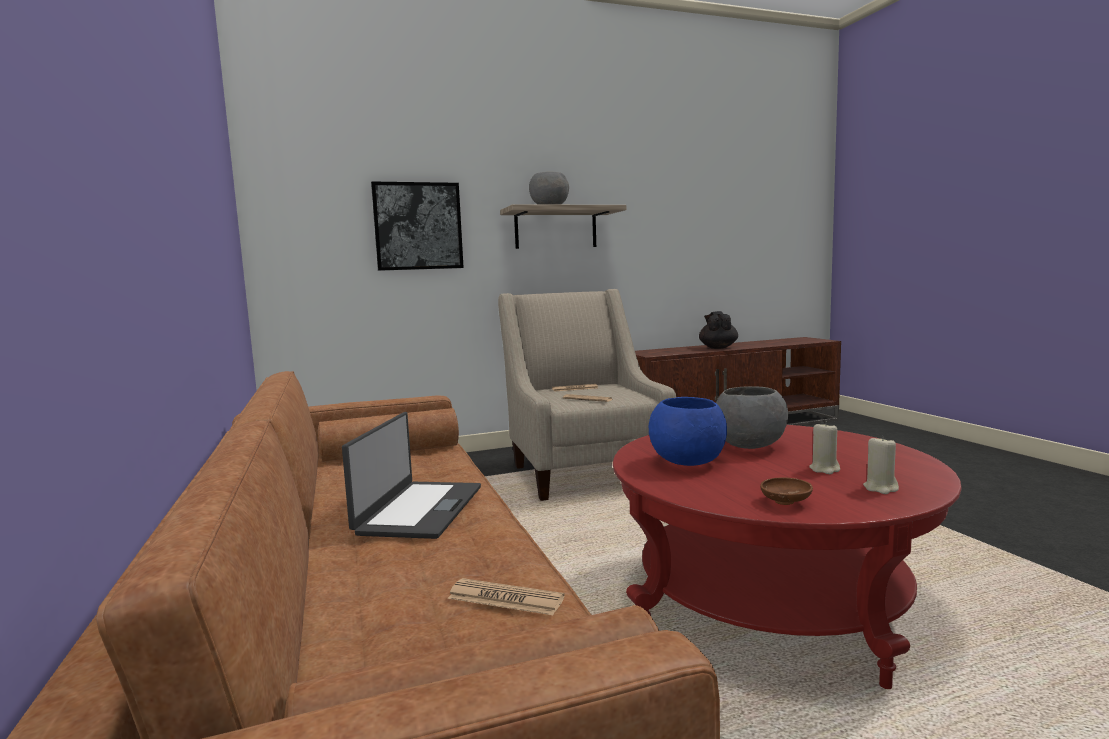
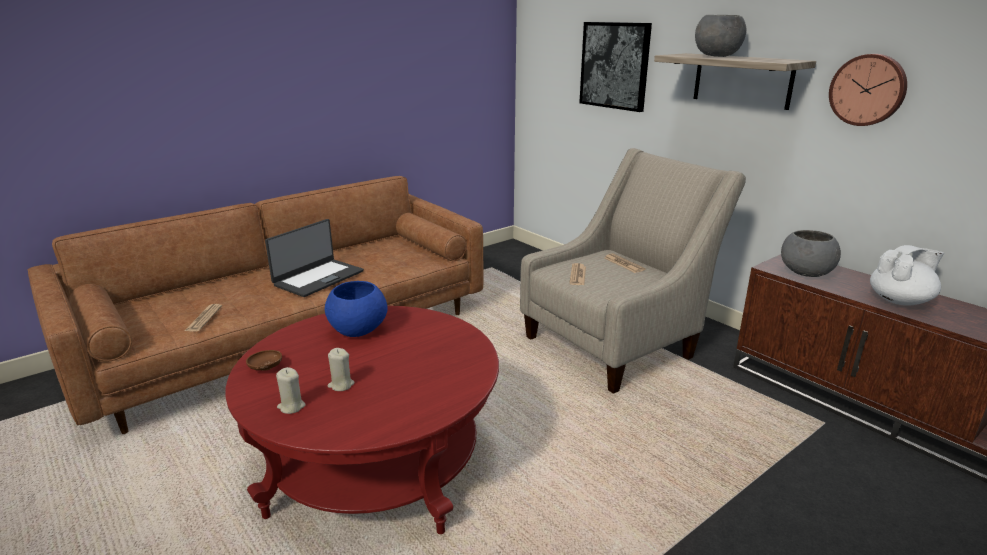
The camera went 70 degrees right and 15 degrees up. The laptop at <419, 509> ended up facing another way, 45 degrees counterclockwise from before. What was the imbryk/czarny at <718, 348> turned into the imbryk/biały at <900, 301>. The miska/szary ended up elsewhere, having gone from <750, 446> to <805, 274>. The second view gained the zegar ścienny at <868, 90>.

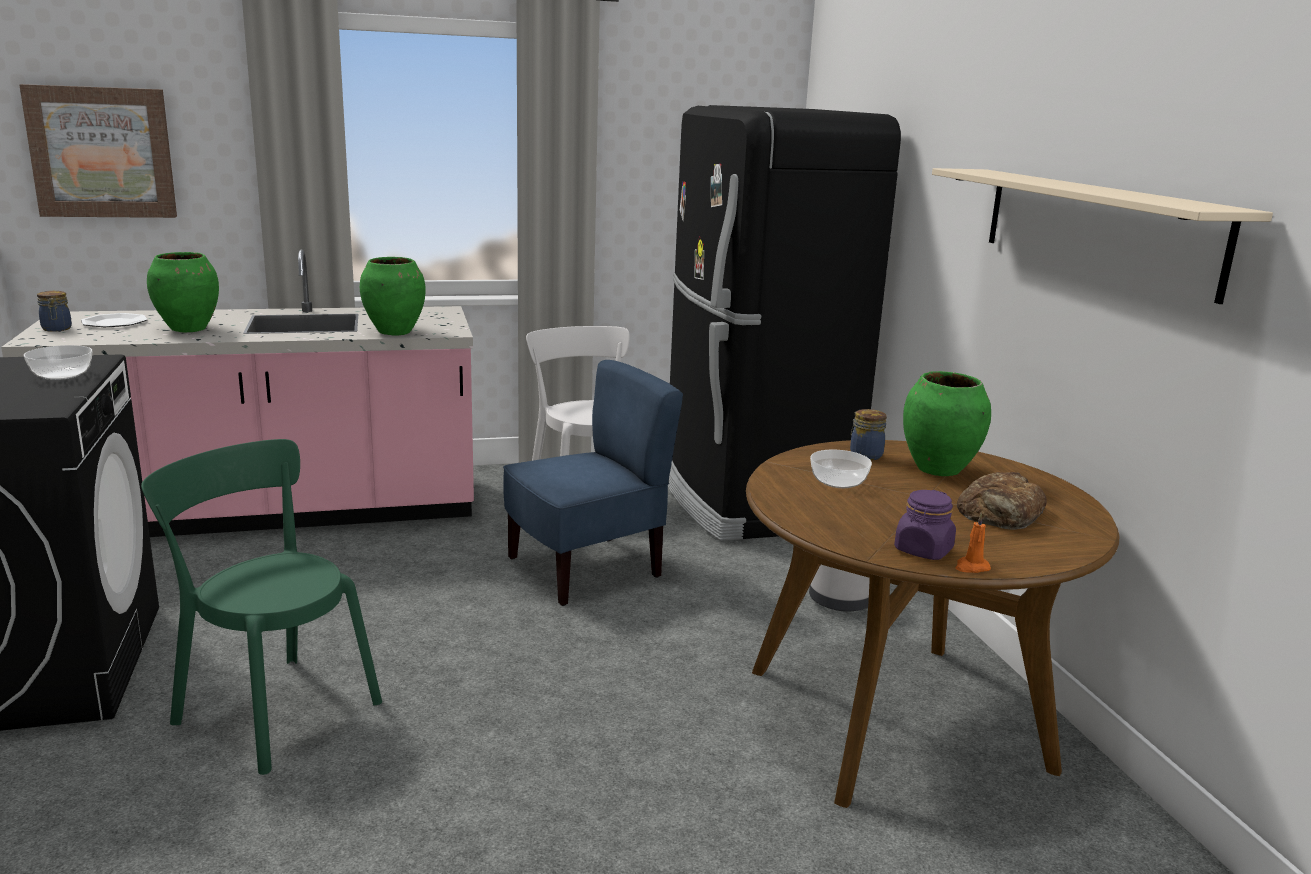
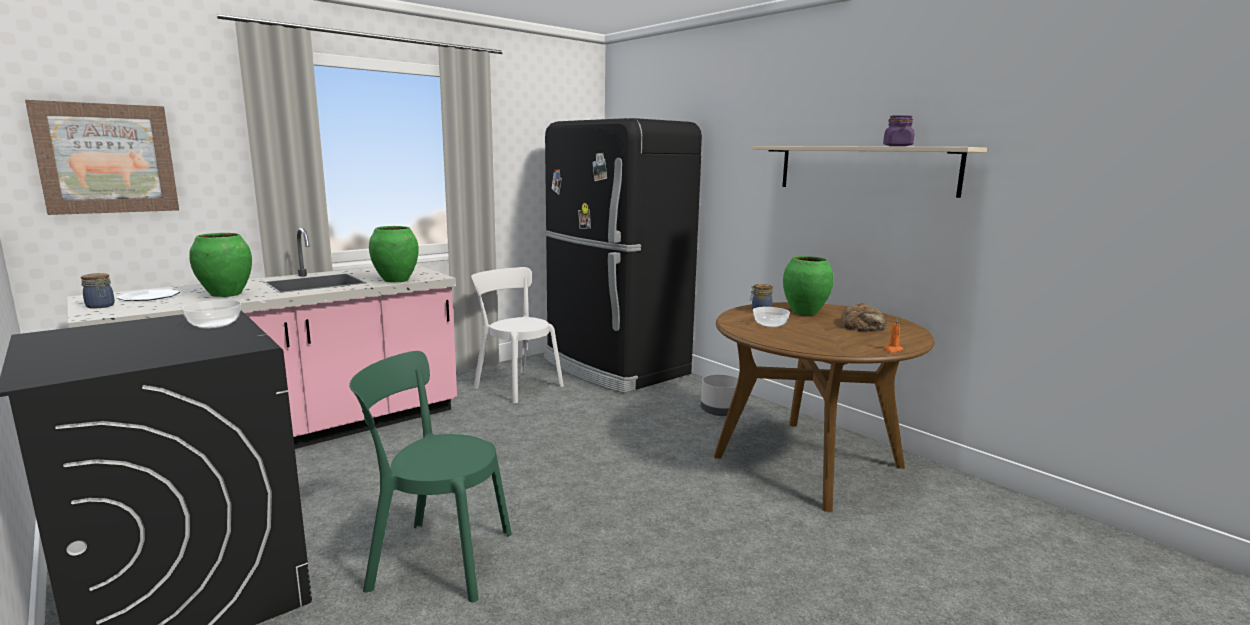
The camera went 25 degrees left and 5 degrees down. The second view lost the krzesło/niebieski at <585, 569>. The słoik/fioletowy ended up elsewhere, having gone from <923, 550> to <897, 146>.

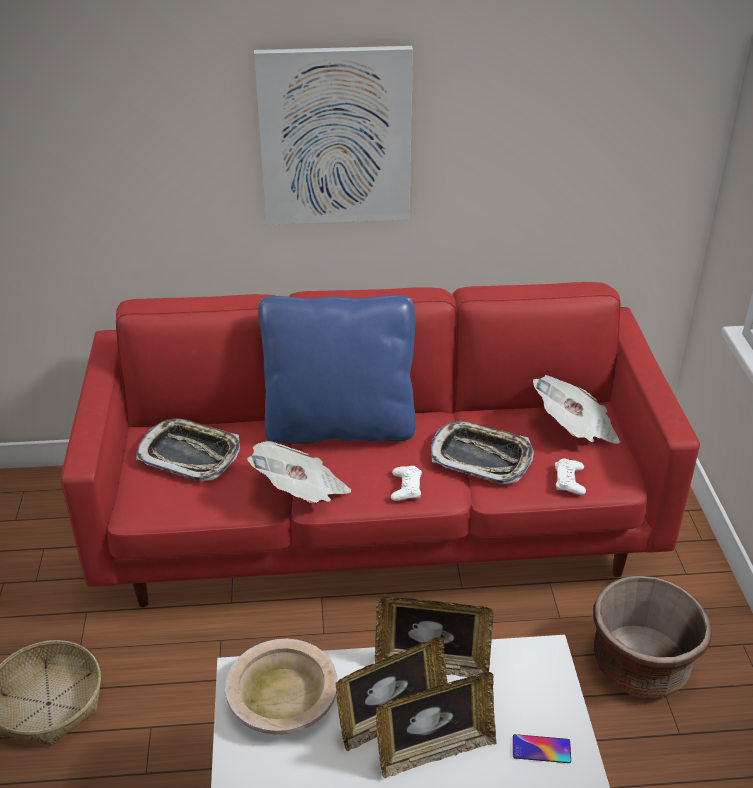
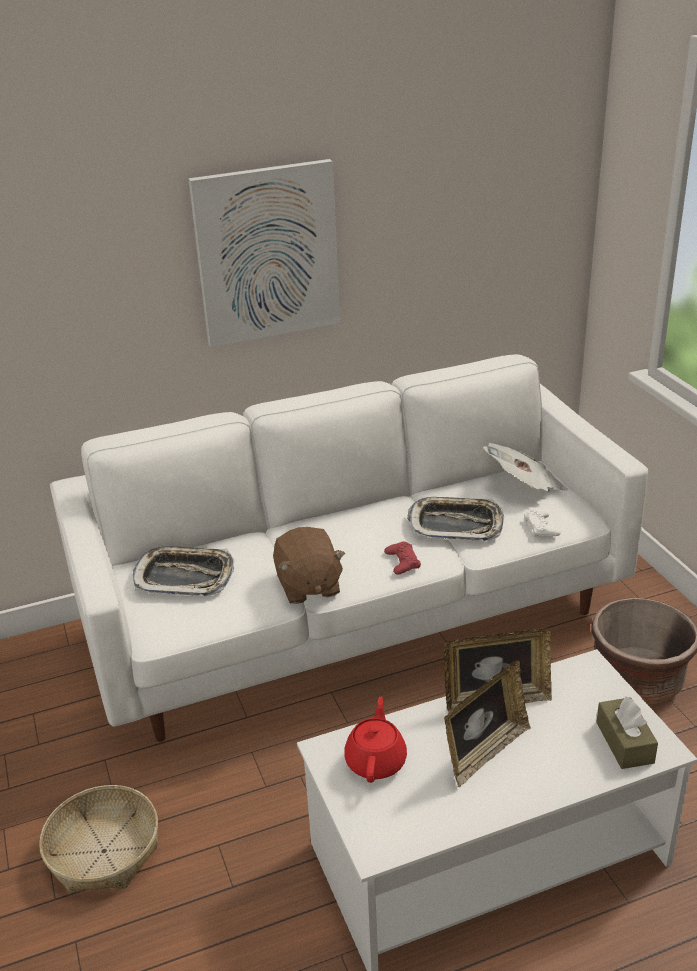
The camera went 15 degrees left and 5 degrees down. What was the kanapa/czerwony at <377, 527> turned into the kanapa/biały at <355, 622>. Where the miska/beżowy stood at <282, 699>, the imbryk/czerwony came to stand at <376, 761>. Where the gazeta stood at <301, 492>, the pluszak/brązowy came to stand at <308, 586>. The second view lost the poduszka/niebieski at <339, 427>. The second view lost the ramka na zdjęcie at <434, 750>. What was the pad do gier/biały at <406, 487> turned into the pad do gier/czerwony at <402, 562>. Where the telefon stood at <541, 749>, the pudełko chusteczek/brązowy came to stand at <624, 742>.

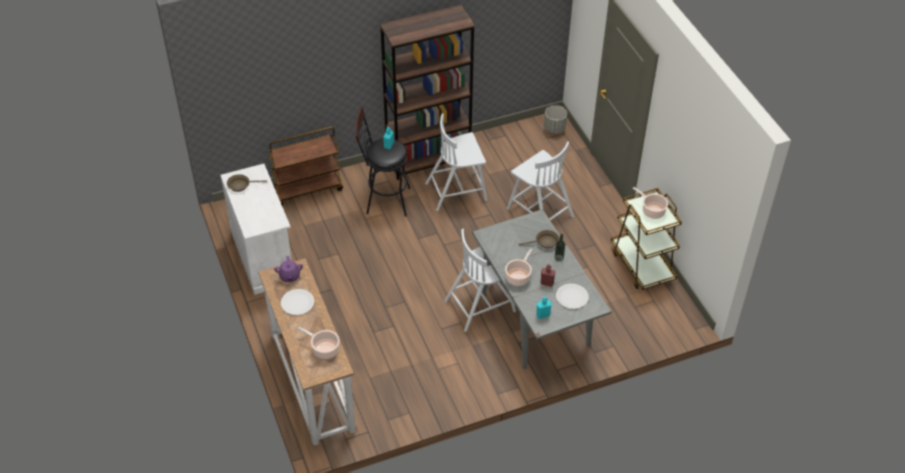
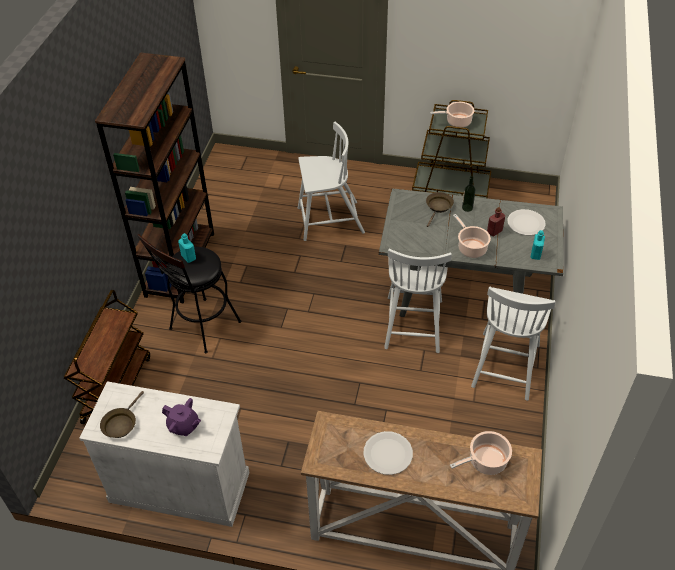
The camera went 55 degrees left and 0 degrees up. The imbryk/fioletowy ended up elsewhere, having gone from <289, 276> to <183, 426>. The krzesło/biały ended up elsewhere, having gone from <457, 191> to <505, 364>. The second view lost the donica/szary at <554, 128>.

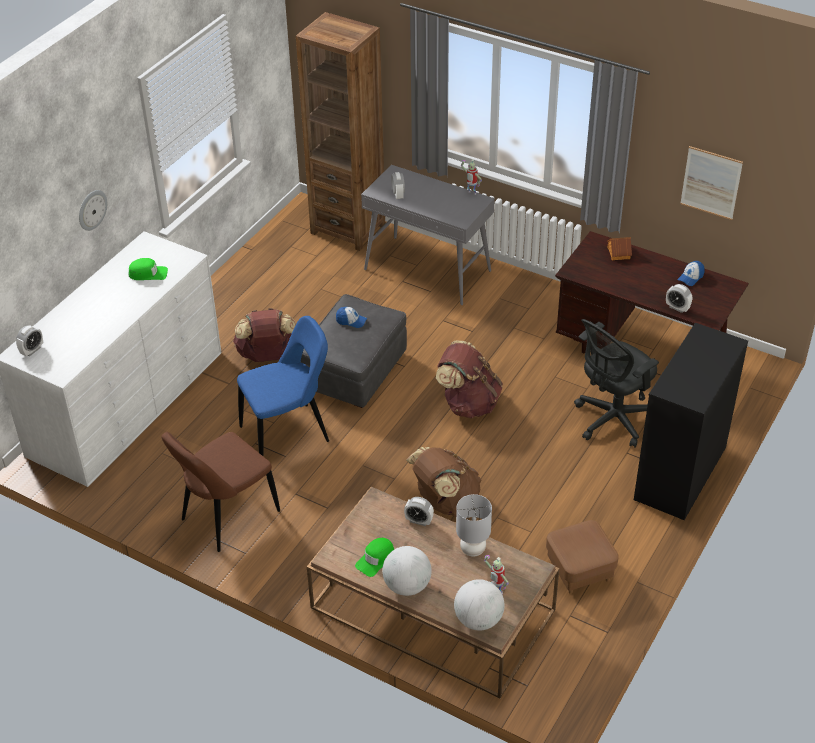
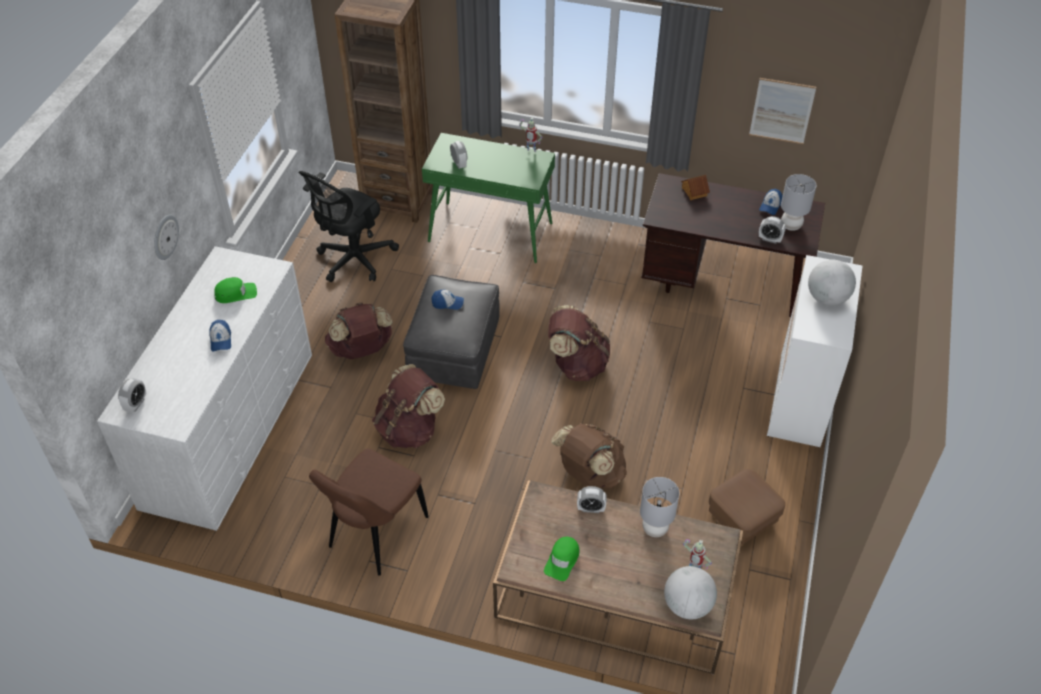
The camera went 15 degrees left and 5 degrees up. Where the krzesło/niebieski stood at <289, 433>, the plecak/brązowy came to stand at <409, 429>. What was the stolik konsolowy/szary at <428, 270> turned into the stolik konsolowy/zielony at <491, 232>. The globus ended up elsewhere, having gone from <407, 586> to <827, 298>. The krzesło biurowe/czarny ended up elsewhere, having gone from <613, 420> to <353, 260>. What was the komoda/czarny at <680, 473> turned into the komoda/biały at <799, 400>. The second view gained the czapka z daszkiem at <221, 340>. The second view gained the lampa stołowa/szary at <791, 225>.

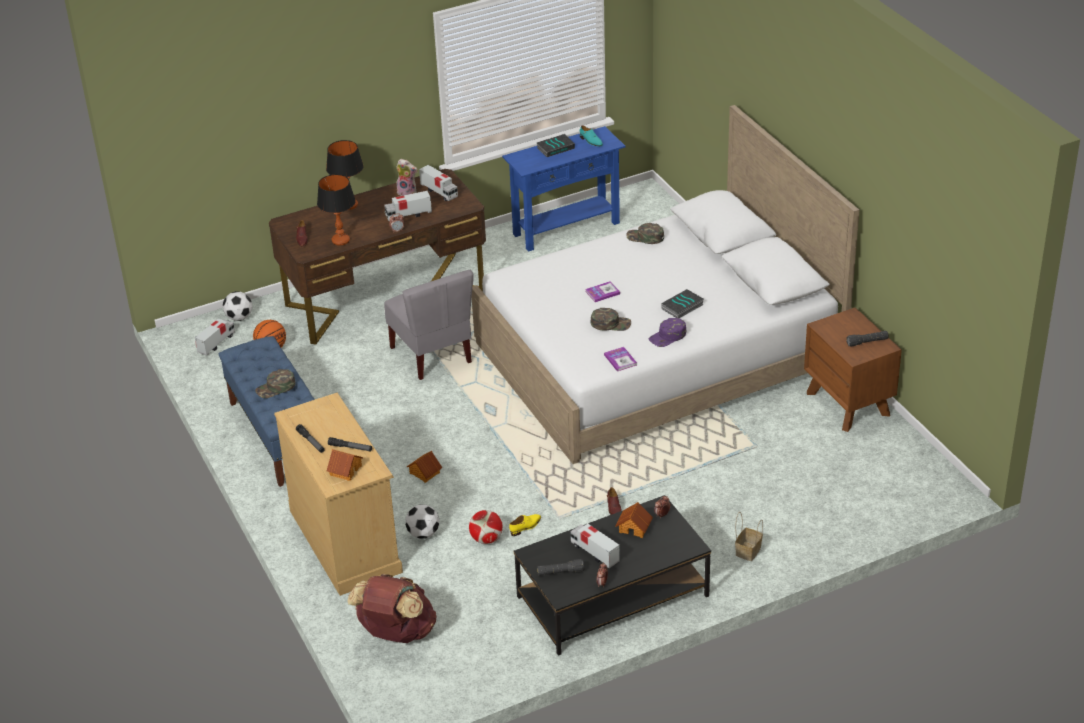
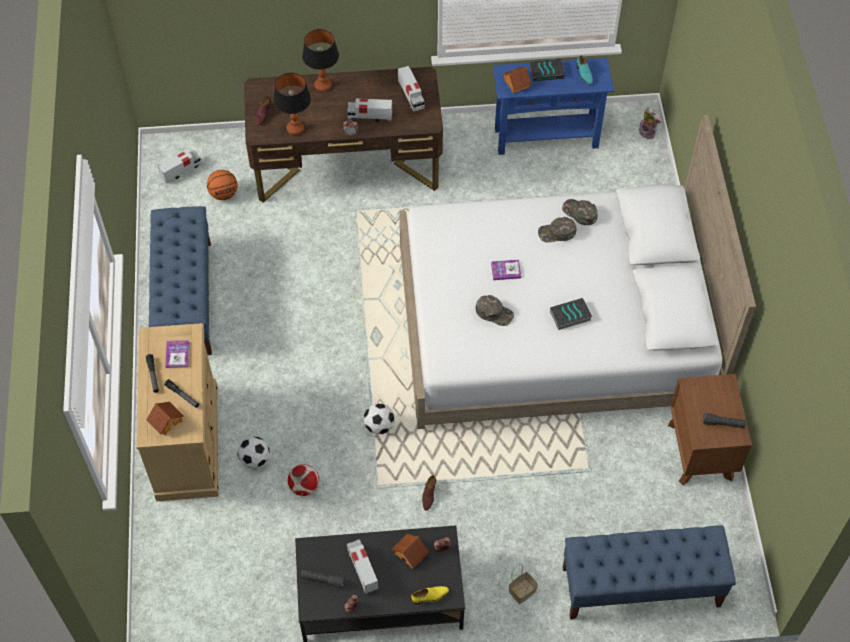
The camera went 20 degrees right and 20 degrees up. The piłka futbolowa ended up elsewhere, having gone from <239, 317> to <379, 426>. The czapka z daszkiem/zielony ended up elsewhere, having gone from <276, 388> to <557, 233>. The second view lost the plecak/brązowy at <396, 633>. The second view lost the krzesło/szary at <432, 355>. The pluszak ended up elsewhere, having gone from <408, 193> to <648, 133>. The domek ended up elsewhere, having gone from <424, 473> to <516, 83>. The but/żółty ended up elsewhere, having gone from <525, 527> to <430, 596>. The książka ended up elsewhere, having gone from <620, 360> to <177, 354>. The second view lost the czapka z daszkiem/fioletowy at <668, 336>. The second view gained the ławka/niebieski at <640, 587>.

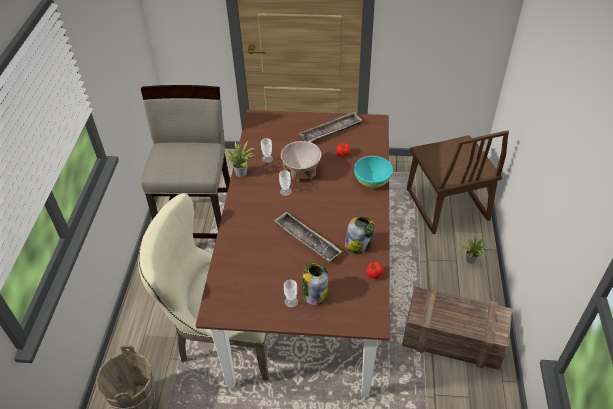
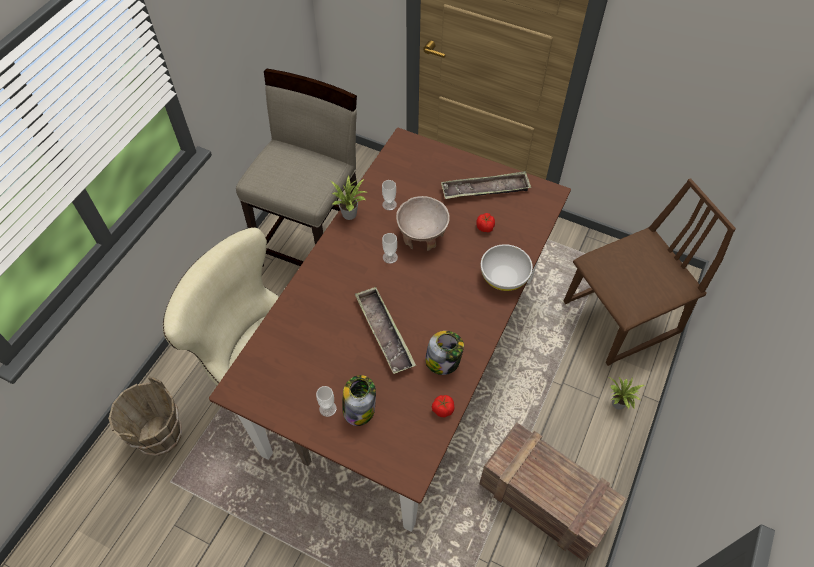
The camera went 20 degrees right and 10 degrees up. What was the miska/turkusowy at <372, 180> turned into the miska/biały at <504, 277>. The krzesło/brązowy at <446, 205> ended up facing another way, 120 degrees counterclockwise from before.

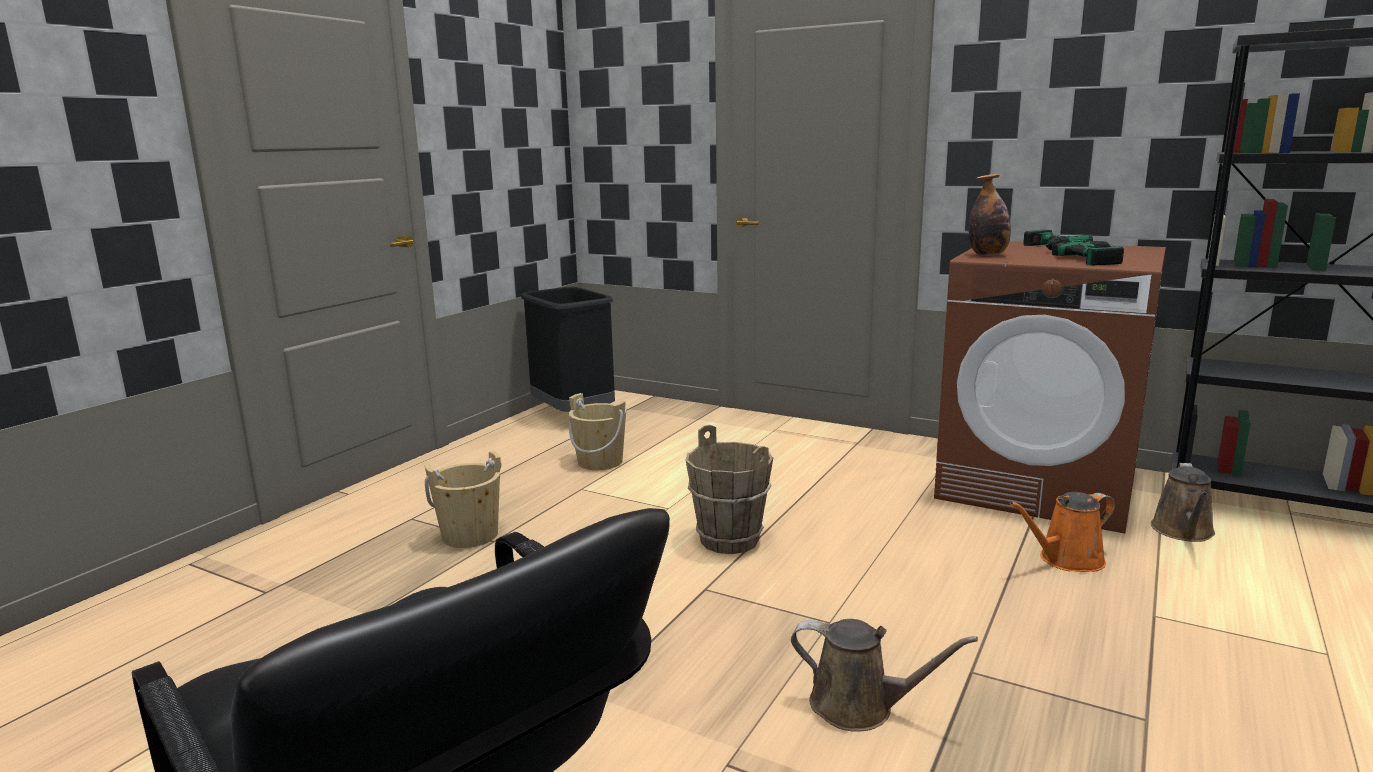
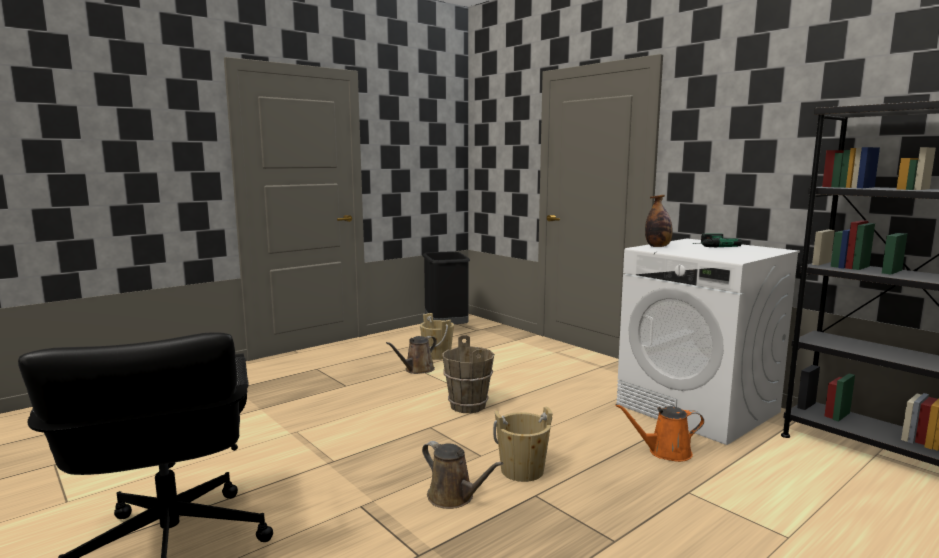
The camera went 20 degrees right and 5 degrees down. The wiadro/beżowy ended up elsewhere, having gone from <470, 535> to <522, 470>. What was the pralka/brązowy at <1038, 486> turned into the pralka/biały at <698, 408>. The second view lost the wiertarka at <1103, 259>. The konewka/brązowy ended up elsewhere, having gone from <1183, 532> to <417, 370>.

